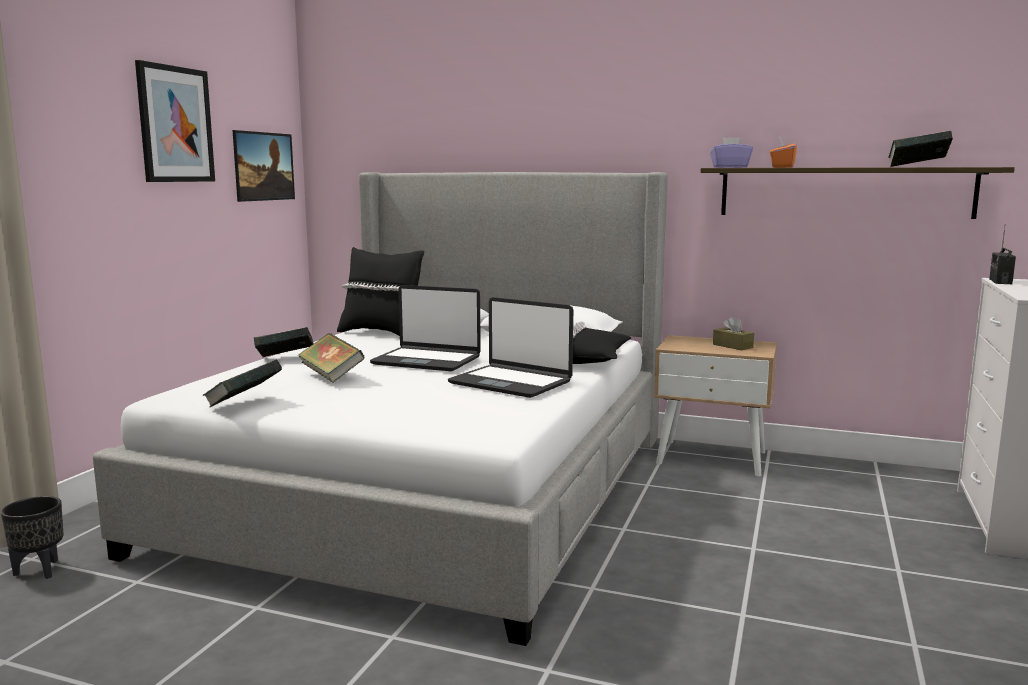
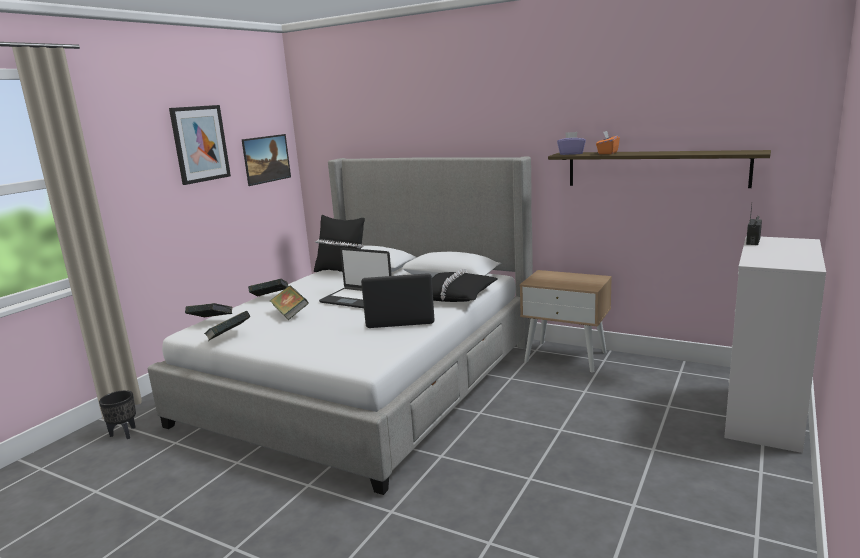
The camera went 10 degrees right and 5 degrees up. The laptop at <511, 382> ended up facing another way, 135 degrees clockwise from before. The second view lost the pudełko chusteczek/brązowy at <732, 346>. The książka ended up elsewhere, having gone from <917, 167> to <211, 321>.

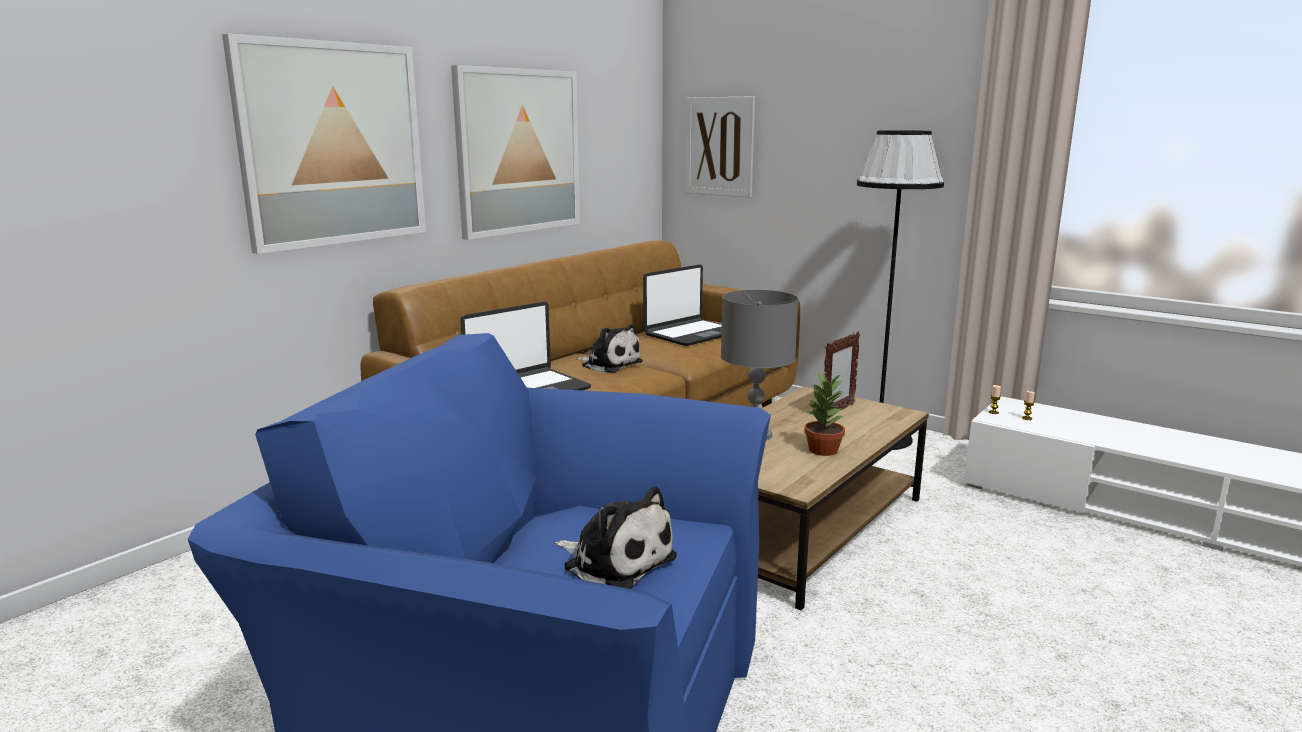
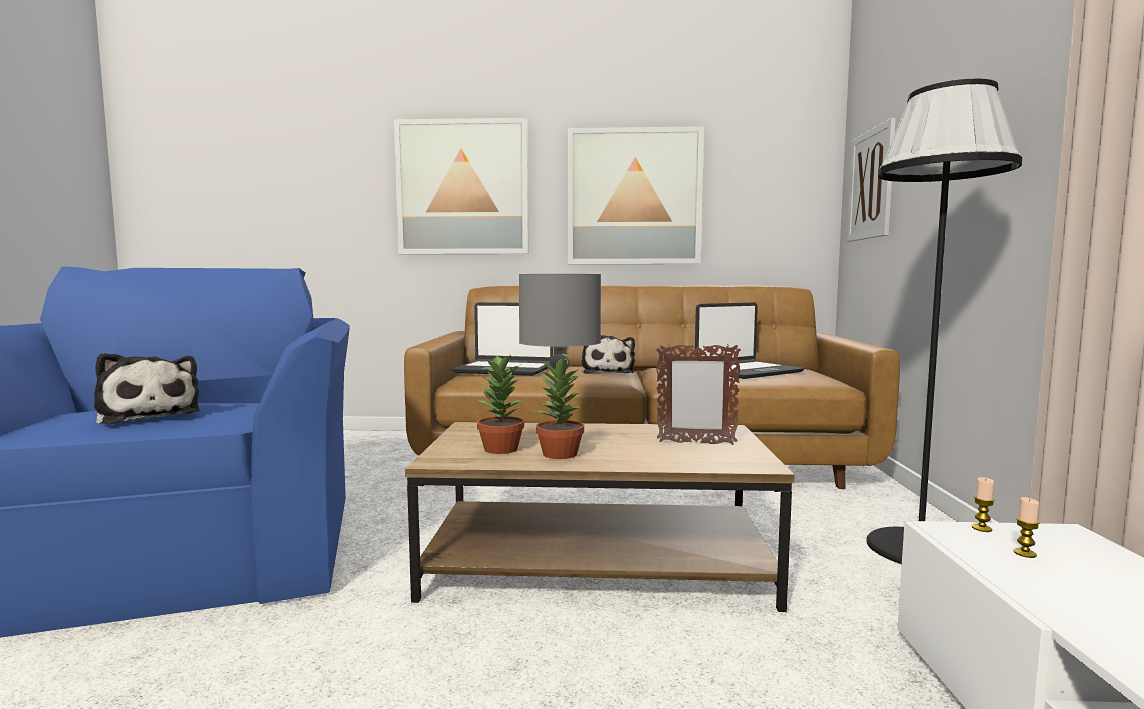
The camera went 55 degrees right and 10 degrees down. The pluszak at <615, 561> ended up facing another way, 45 degrees counterclockwise from before. The laptop at <692, 334> ended up facing another way, 45 degrees counterclockwise from before. The second view gained the roślina doniczkowa at <500, 449>.

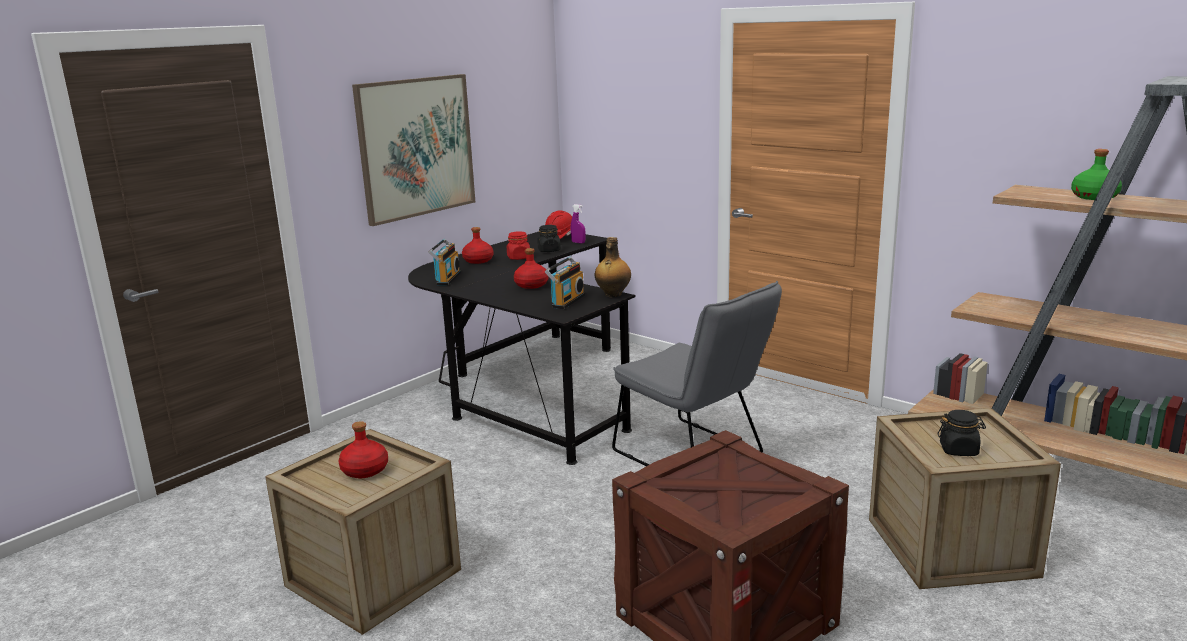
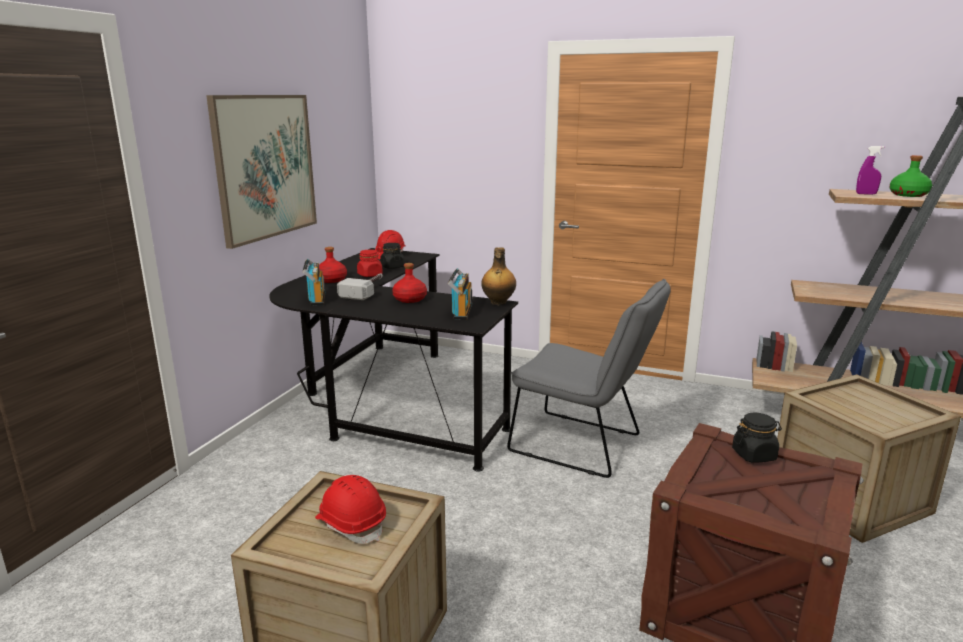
The camera went 20 degrees left and 0 degrees up. Where the butelka/czerwony stood at <365, 470>, the kask/czerwony came to stand at <351, 524>. The spryskiwacz/fioletowy ended up elsewhere, having gone from <578, 242> to <866, 194>. The słoik/czarny ended up elsewhere, having gone from <959, 450> to <754, 455>. The second view gained the młotek at <366, 290>.

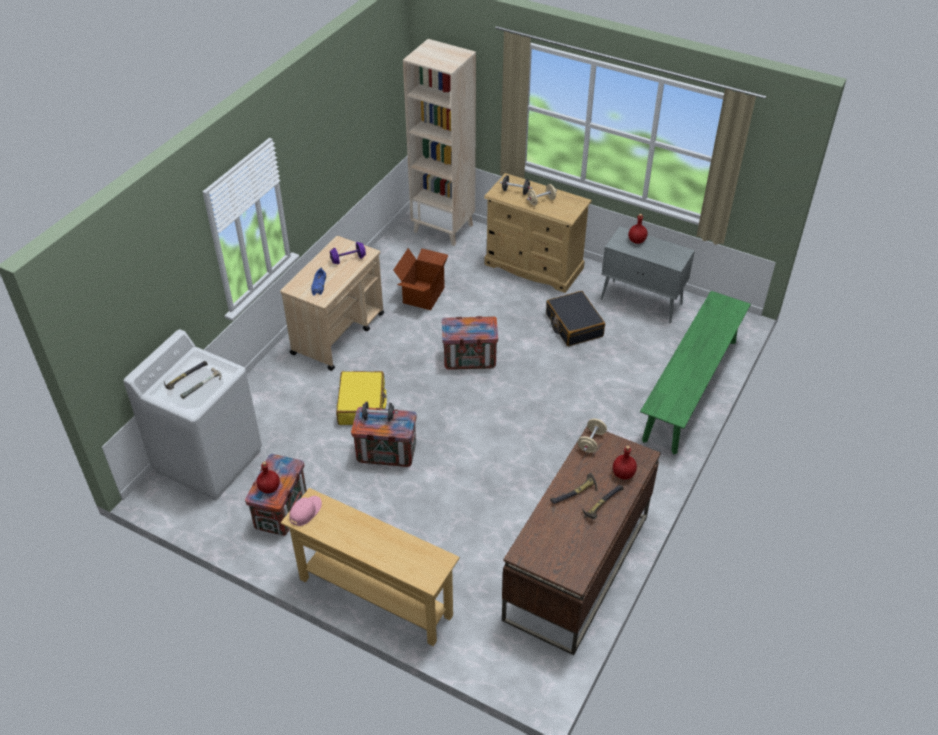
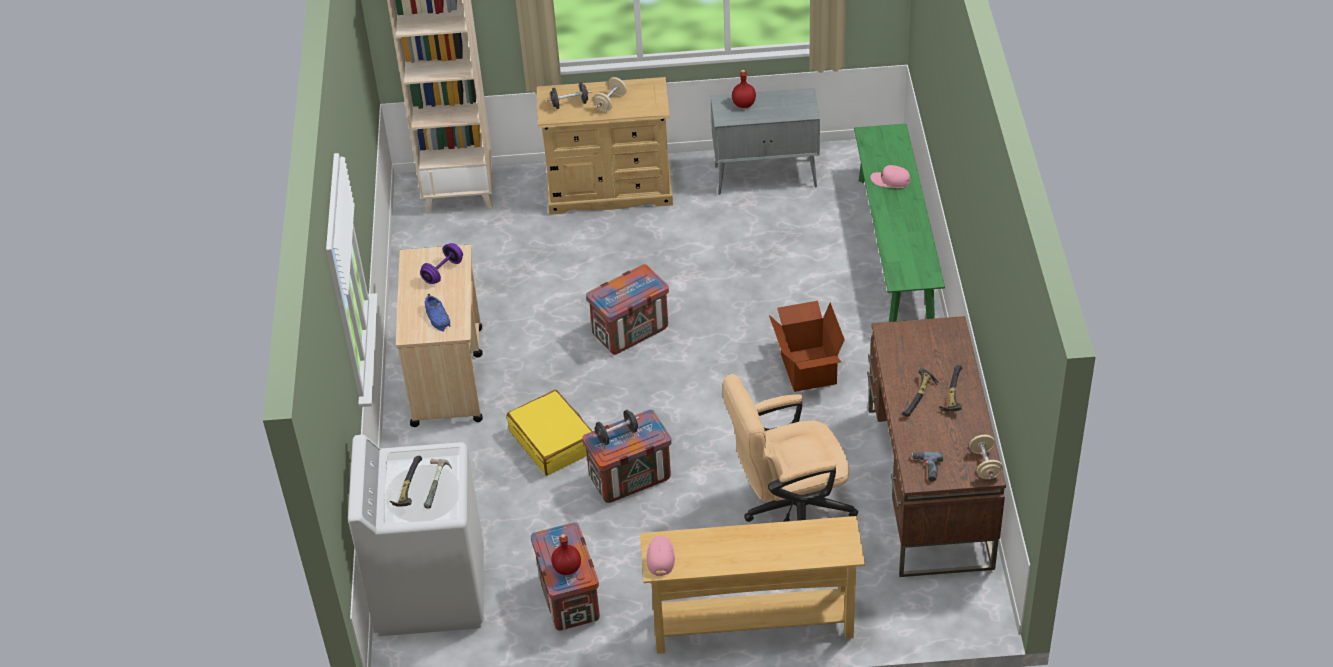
The camera went 30 degrees left and 0 degrees up. The karton ended up elsewhere, having gone from <423, 295> to <807, 369>. The second view lost the walizka/czarny at <573, 325>. The hantel/beżowy ended up elsewhere, having gone from <591, 442> to <984, 465>. The second view lost the butelka/czerwony at <623, 474>. The second view gained the krzesło biurowe/beżowy at <788, 508>. The second view gained the czapka z daszkiem/różowy at <890, 181>. The second view gained the wiertarka at <926, 468>.

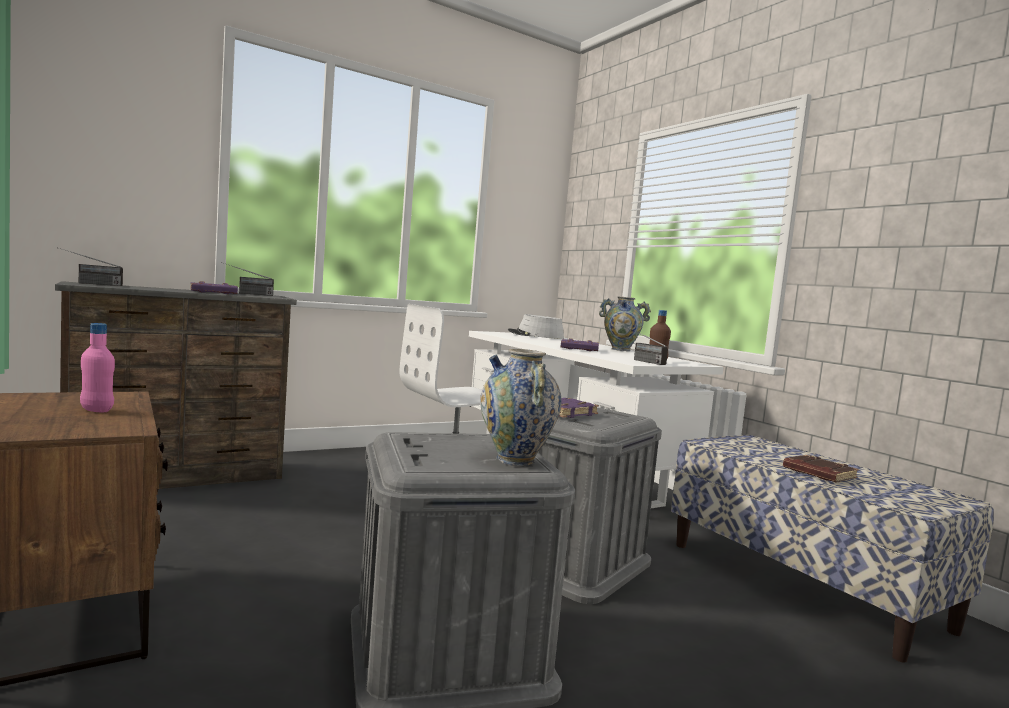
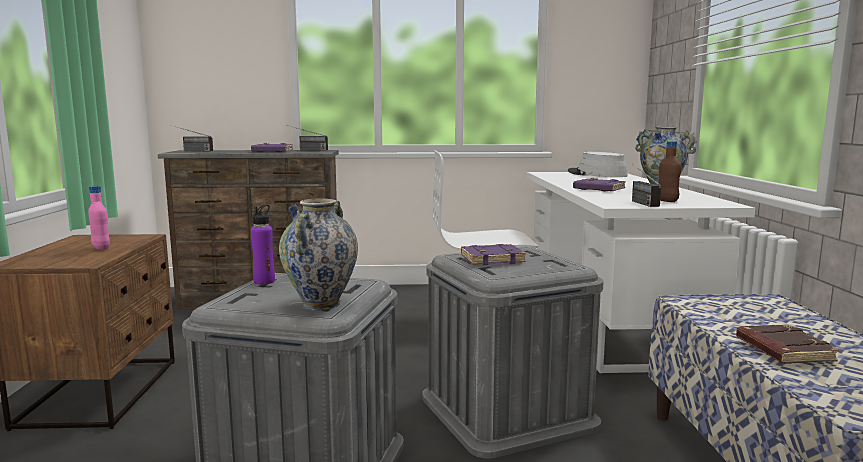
The camera went 30 degrees right and 5 degrees up. The second view gained the butelka/fioletowy at <264, 281>.

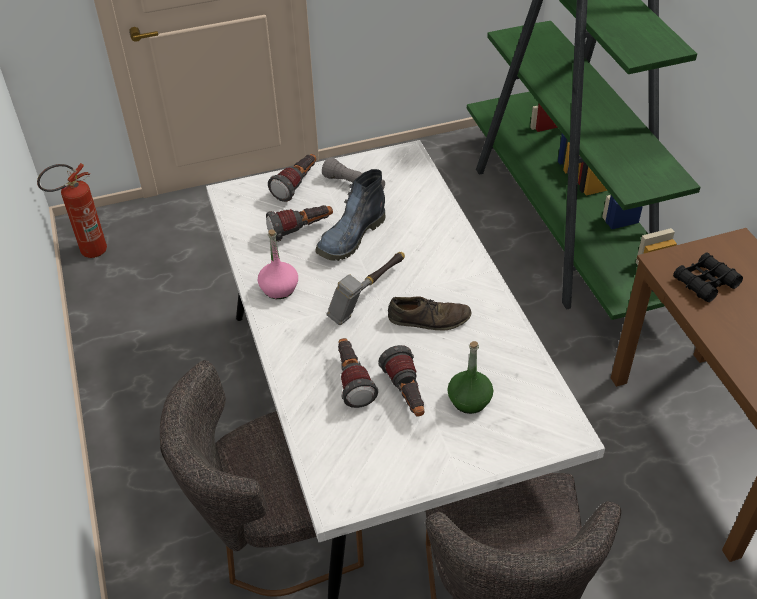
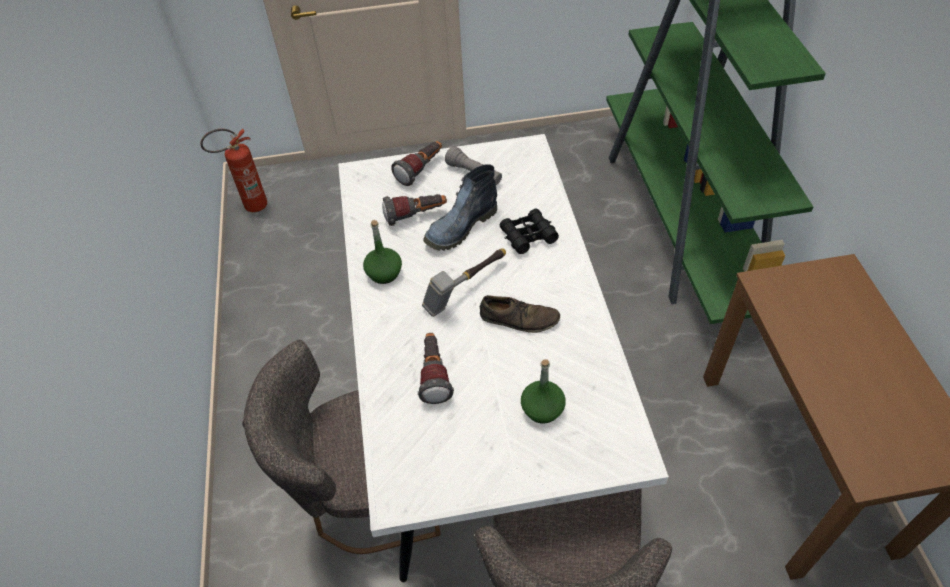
The camera went 10 degrees right and 5 degrees up. What was the butelka/różowy at <279, 289> turned into the butelka/zielony at <384, 273>. The second view lost the latarka at <406, 395>. The lornetka/czarny ended up elsewhere, having gone from <705, 282> to <528, 236>.

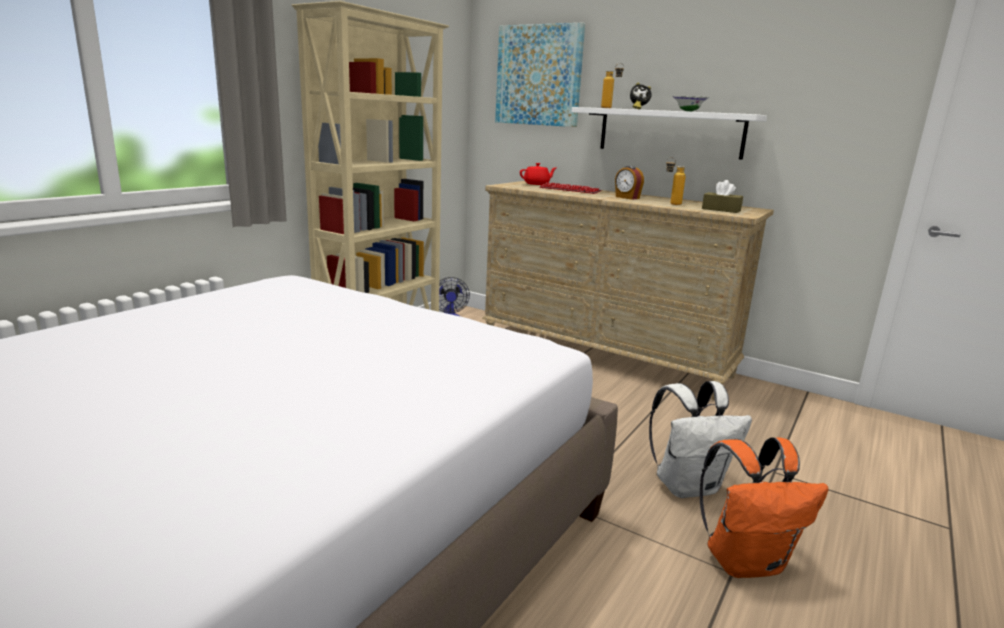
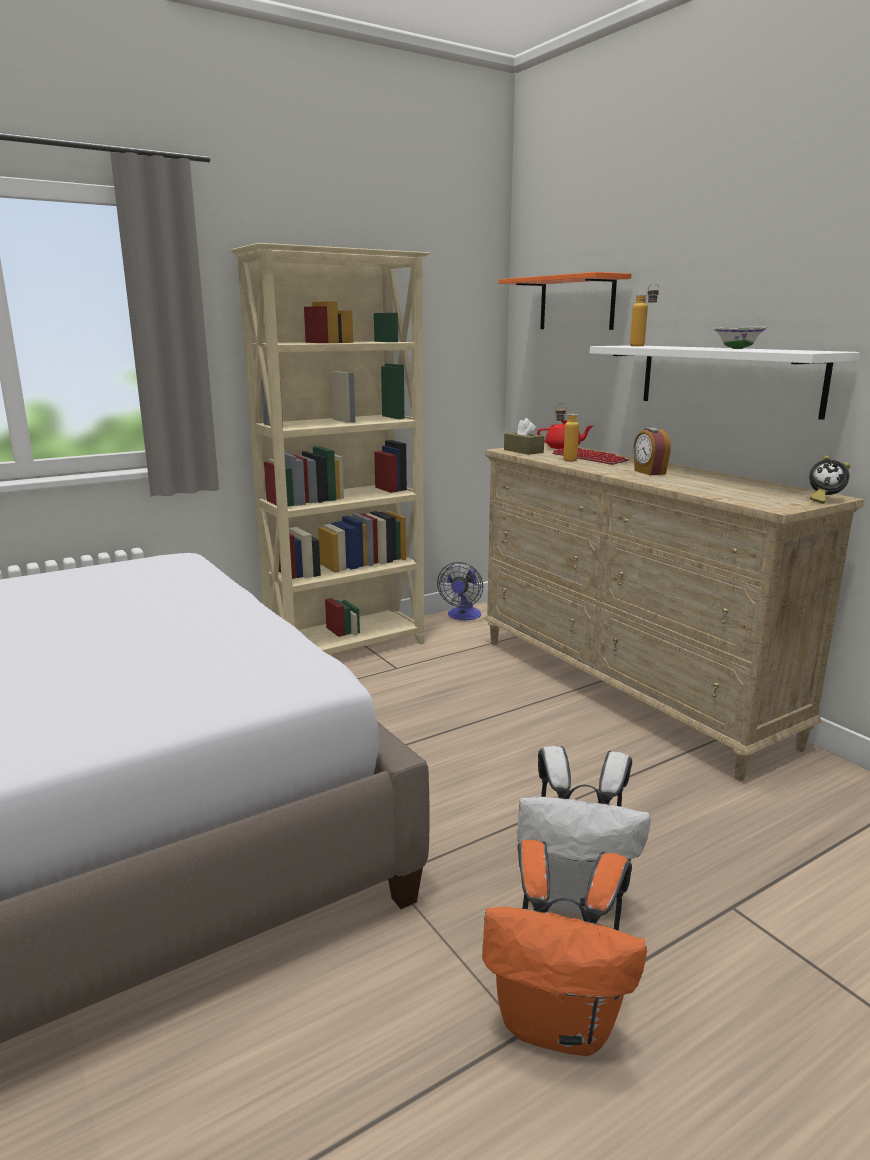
The camera went 25 degrees right and 0 degrees up. Where the obraz hung at <539, 76>, the półka/pomarańczowy came to hang at <576, 303>. The budzik ended up elsewhere, having gone from <638, 109> to <823, 500>. The butelka ended up elsewhere, having gone from <671, 204> to <564, 460>. The pudełko chusteczek/brązowy ended up elsewhere, having gone from <721, 210> to <523, 451>.

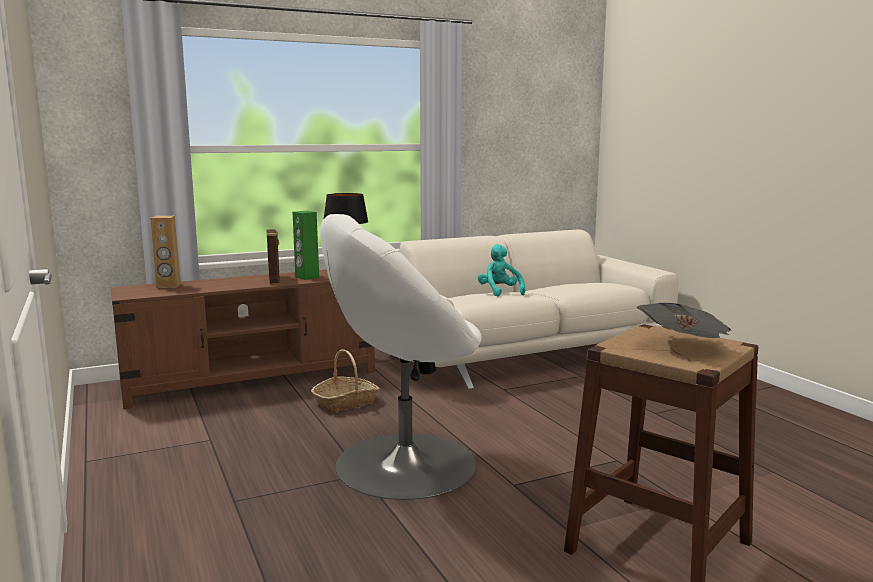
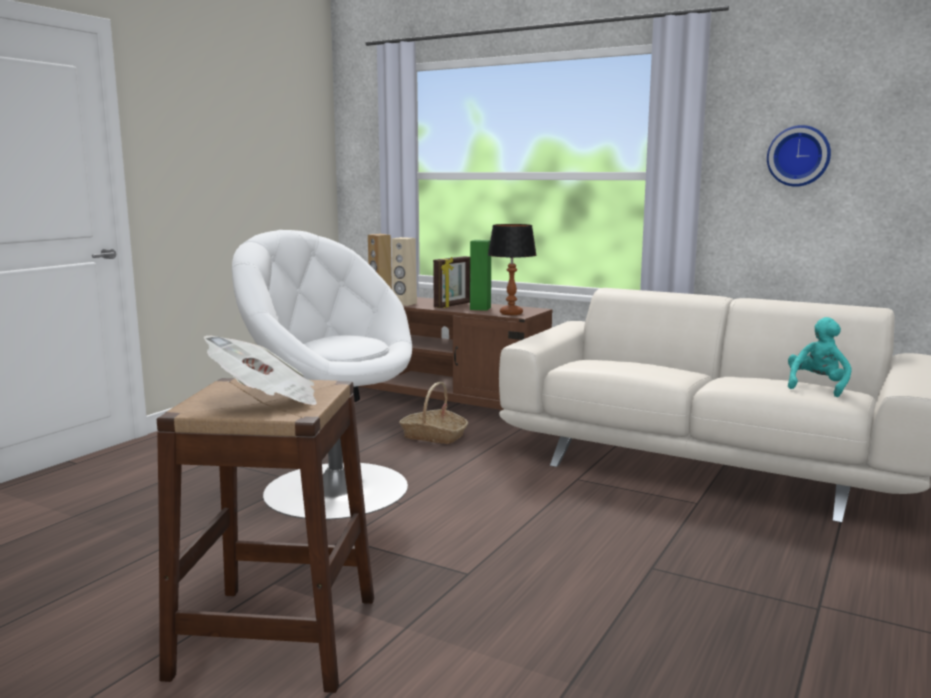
The camera went 55 degrees right and 0 degrees up. The pluszak/turkusowy ended up elsewhere, having gone from <499, 292> to <817, 387>. The second view gained the głośnik/beżowy at <404, 303>. The second view gained the zegar ścienny at <799, 156>.

